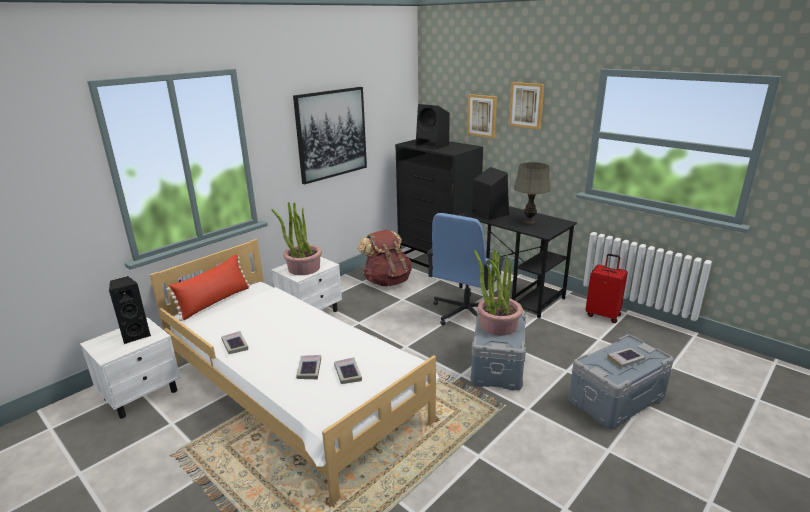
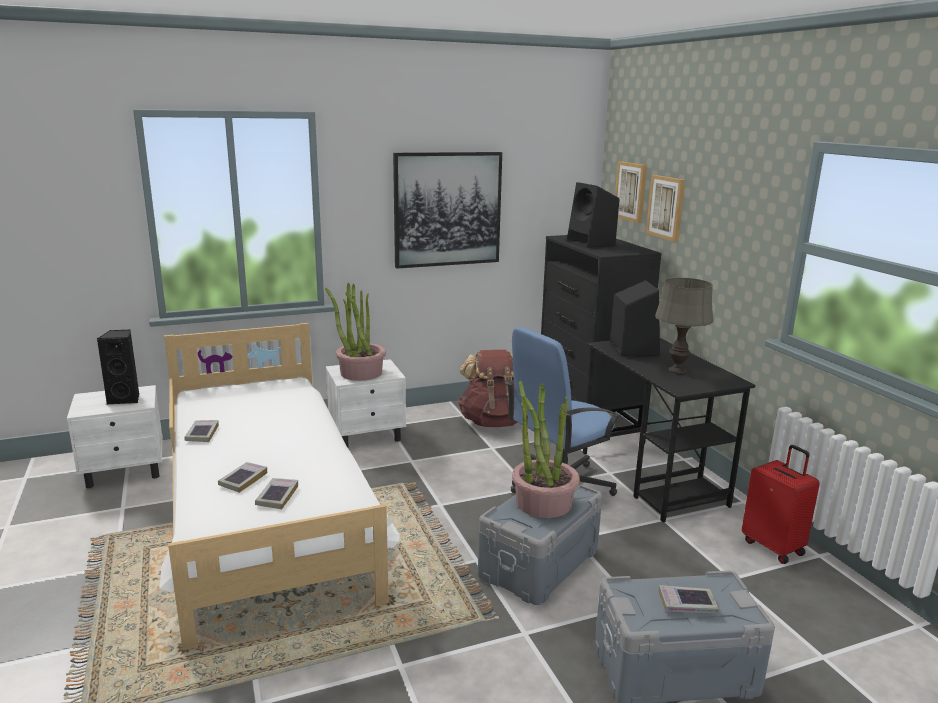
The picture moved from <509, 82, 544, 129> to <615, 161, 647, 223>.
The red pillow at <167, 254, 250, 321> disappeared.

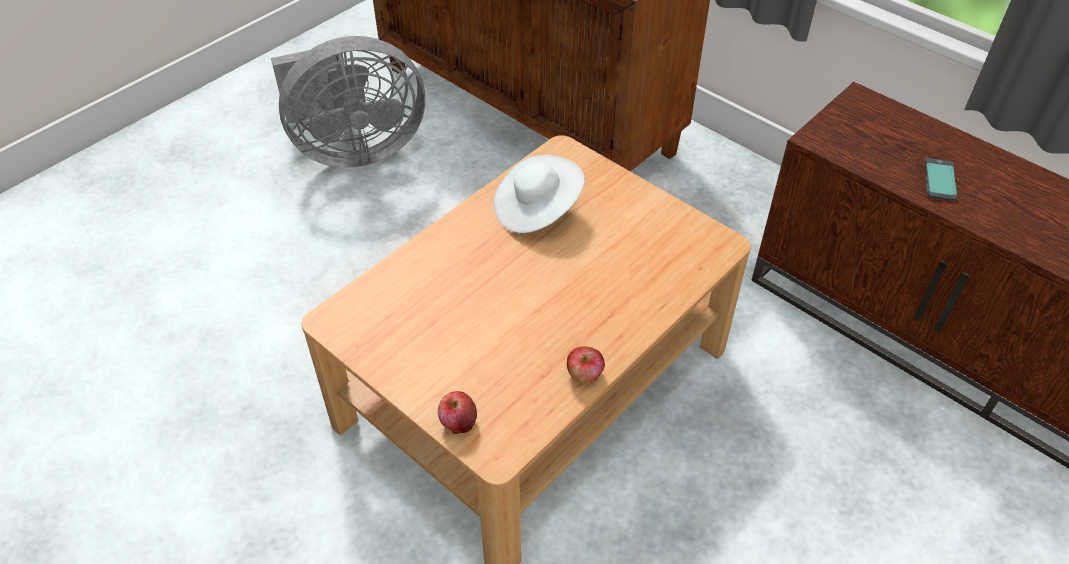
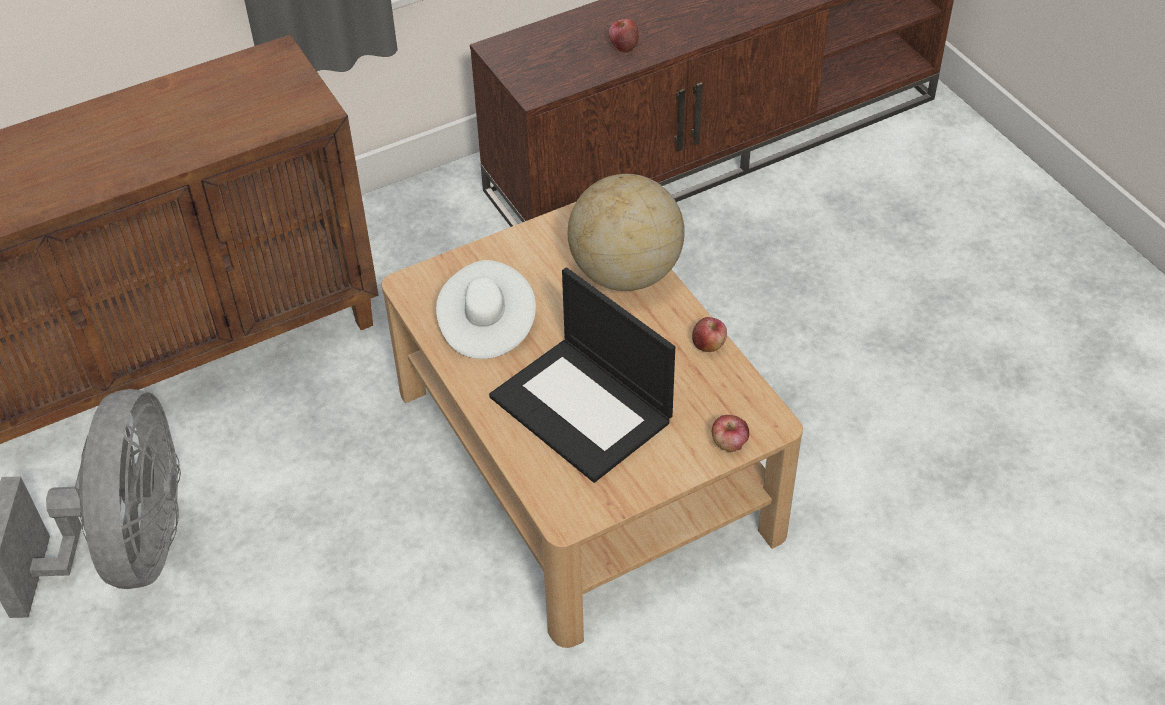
The phone at <925, 158, 958, 202> was replaced by the apple at <609, 19, 639, 53>.
The globe at <568, 174, 685, 291> appeared.
The laptop at <489, 267, 675, 483> appeared.

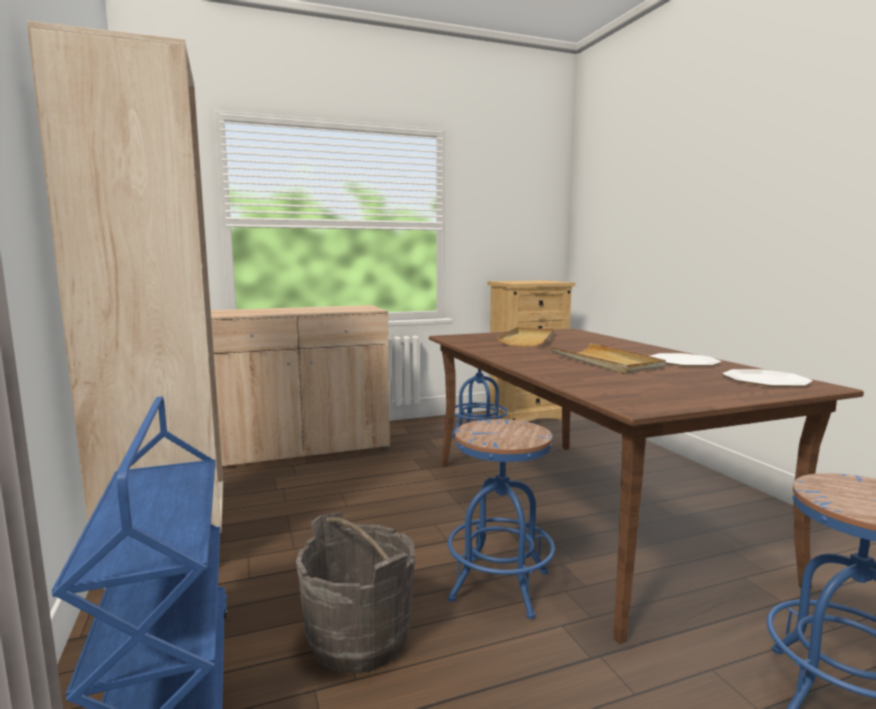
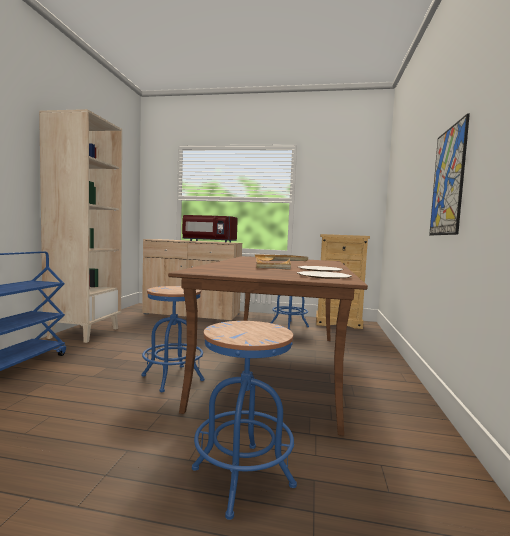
The grey bucket at <296, 512, 415, 673> disappeared.
The picture at <429, 113, 470, 235> appeared.
The red microwave at <182, 215, 238, 243> appeared.

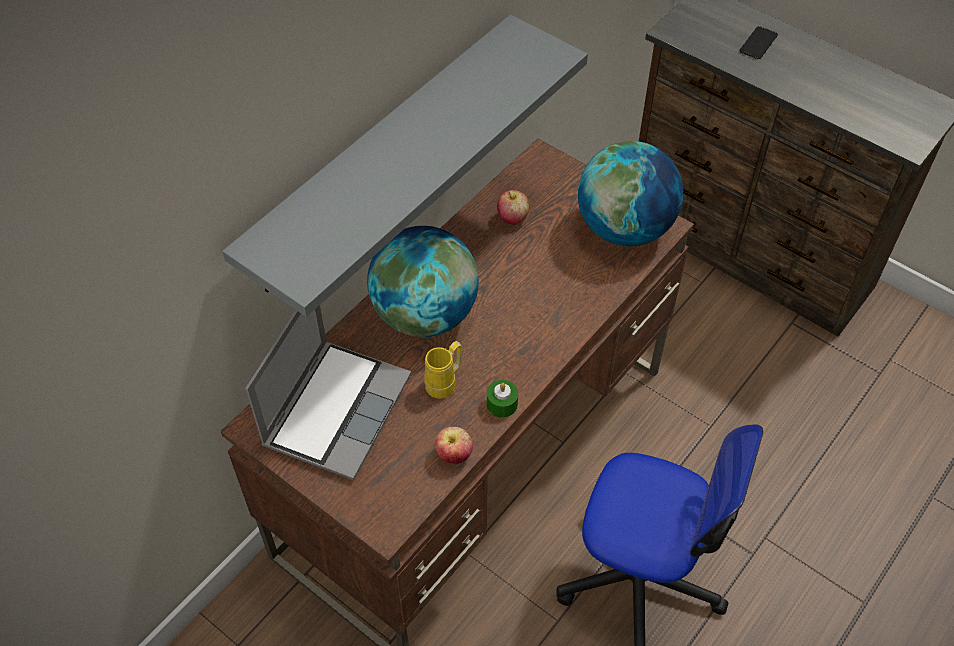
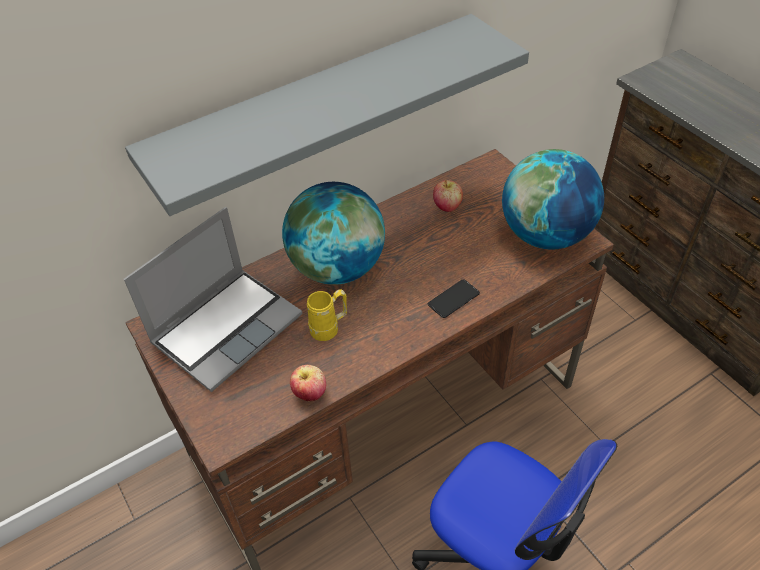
The phone moved from <739, 26, 778, 59> to <428, 280, 480, 318>.
The green candle at <487, 380, 518, 418> disappeared.

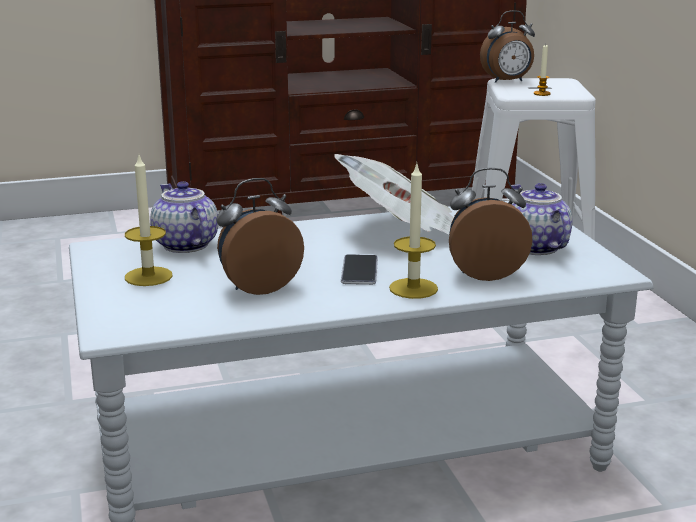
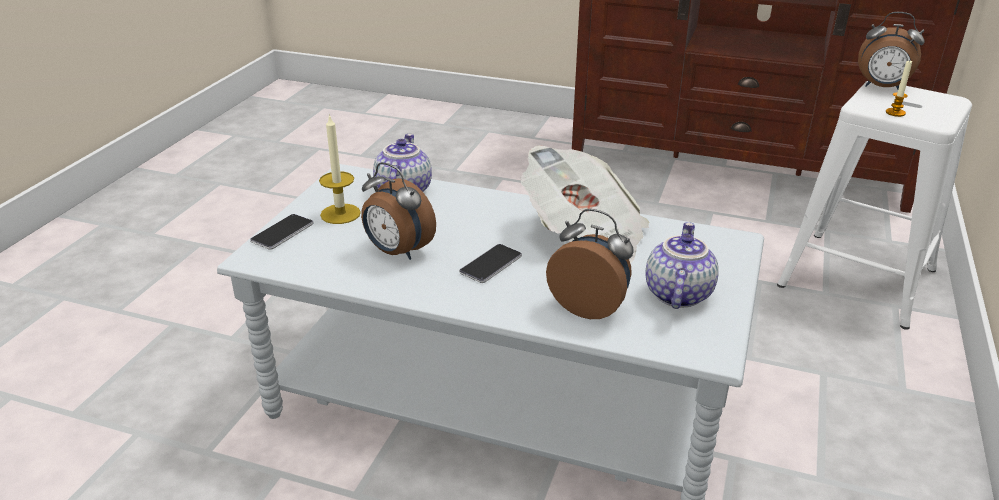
The candle at <389, 164, 438, 299> disappeared.
The alarm clock at <216, 178, 304, 295> turned 150 degrees counterclockwise.
The phone at <250, 214, 313, 250> appeared.

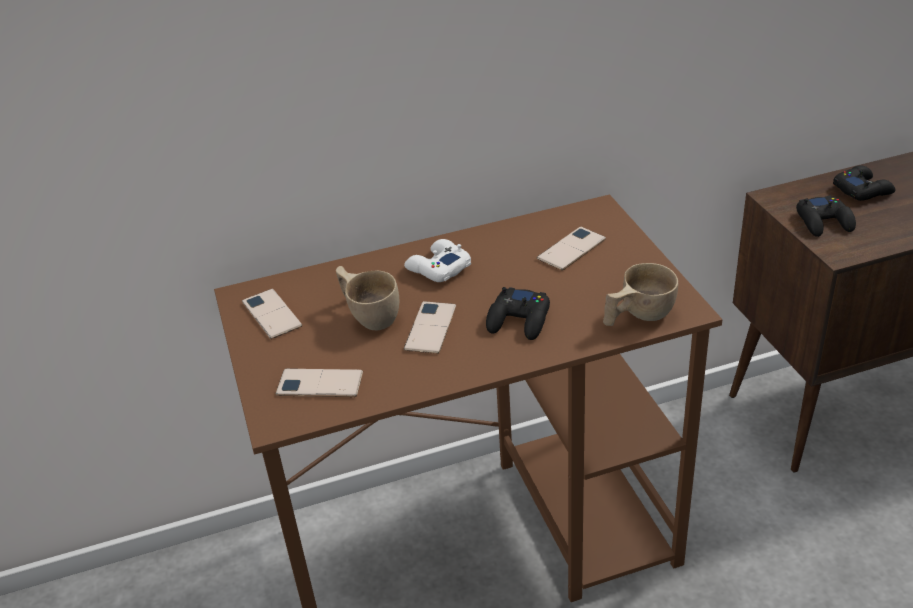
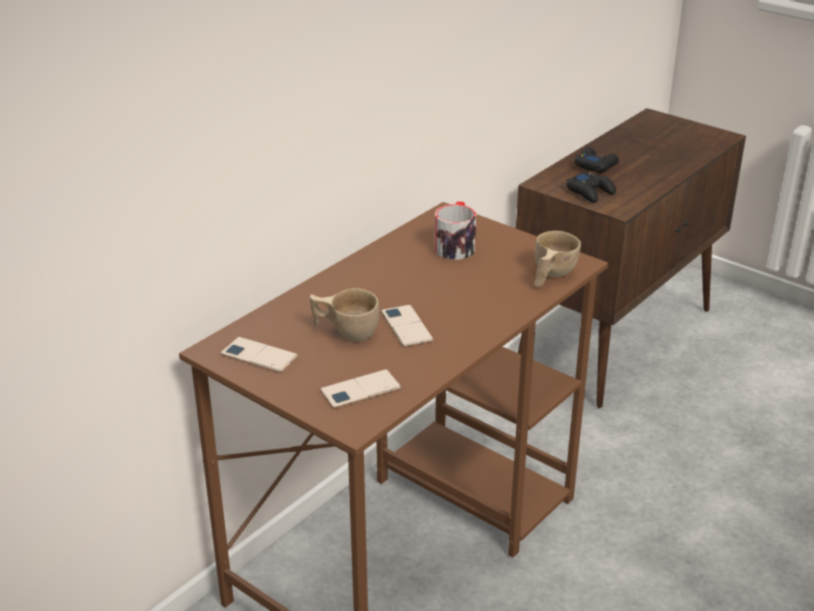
The phone at <537, 227, 606, 271> was replaced by the mug at <434, 201, 476, 260>.
The white game controller at <404, 239, 471, 282> disappeared.
The black game controller at <486, 287, 550, 340> disappeared.

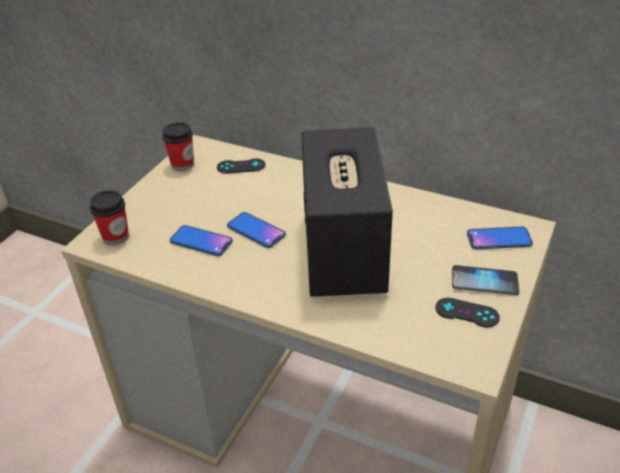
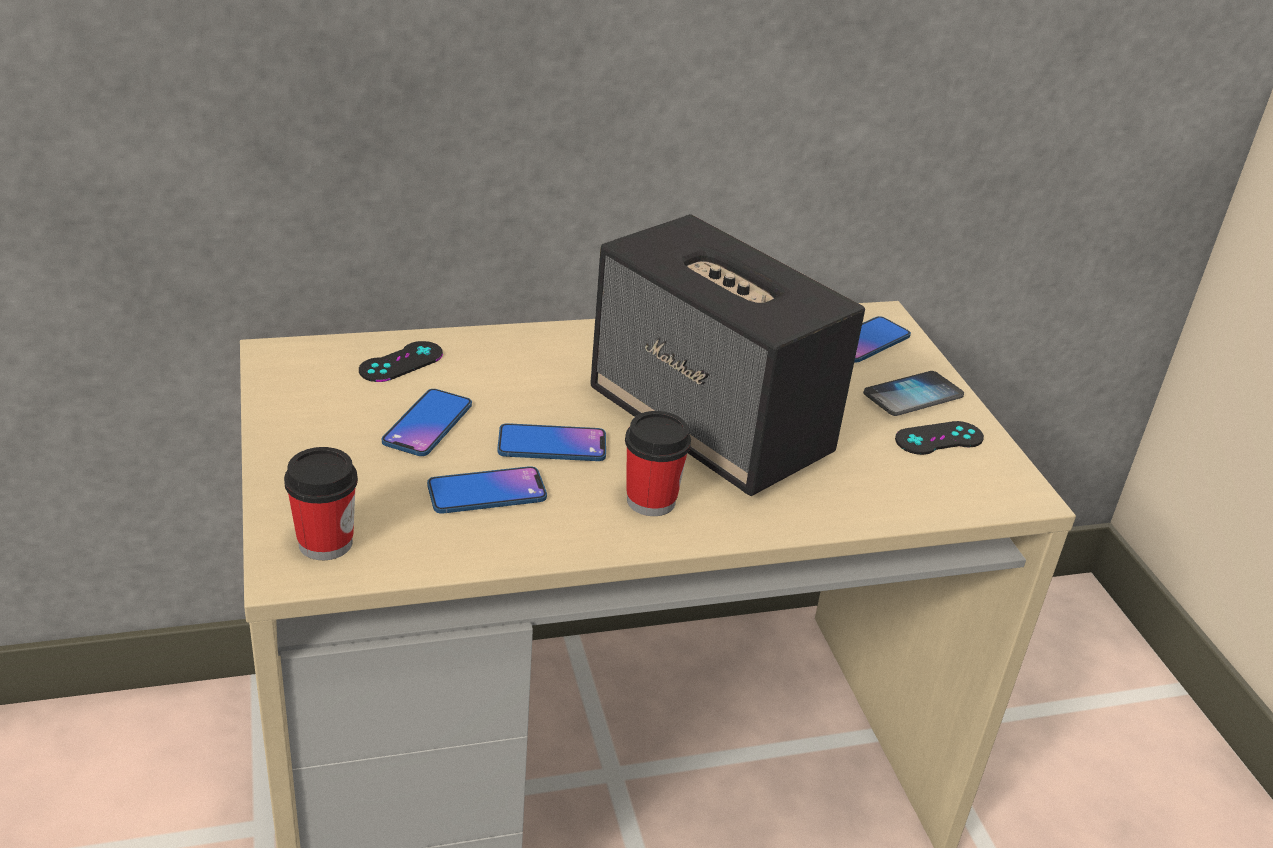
The cup moved from <162, 122, 194, 171> to <625, 411, 691, 516>.
The phone at <382, 389, 472, 456> appeared.

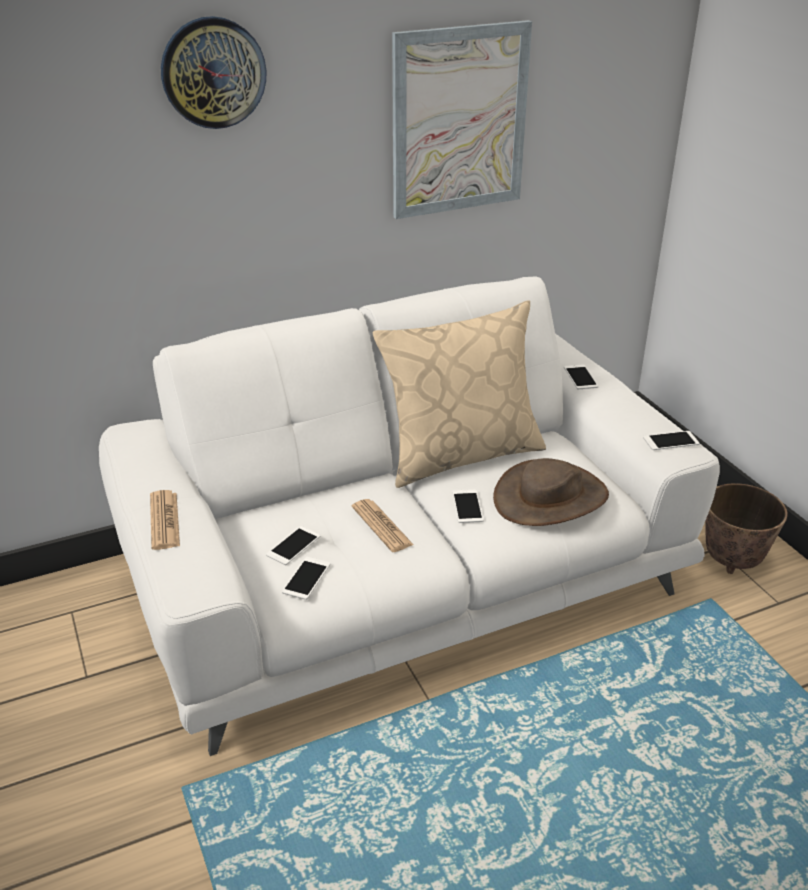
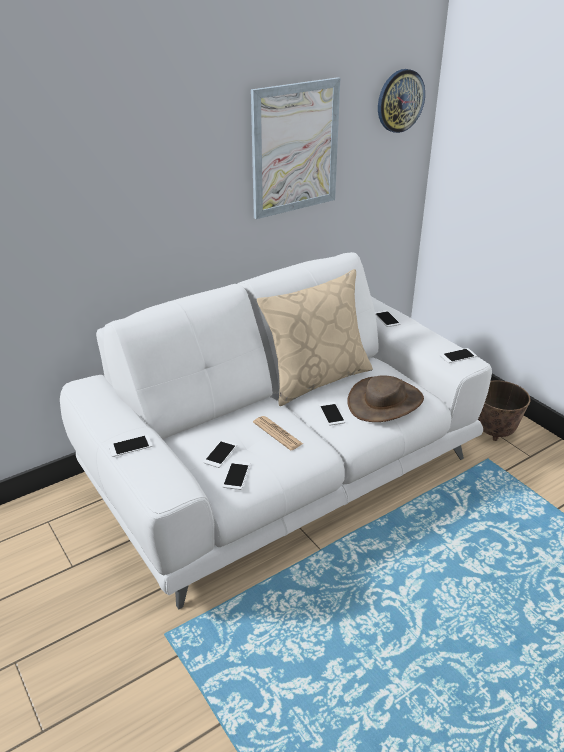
The wall clock moved from <161, 16, 266, 129> to <378, 69, 425, 133>.
The newspaper at <150, 490, 180, 550> was replaced by the phone at <108, 435, 153, 457>.

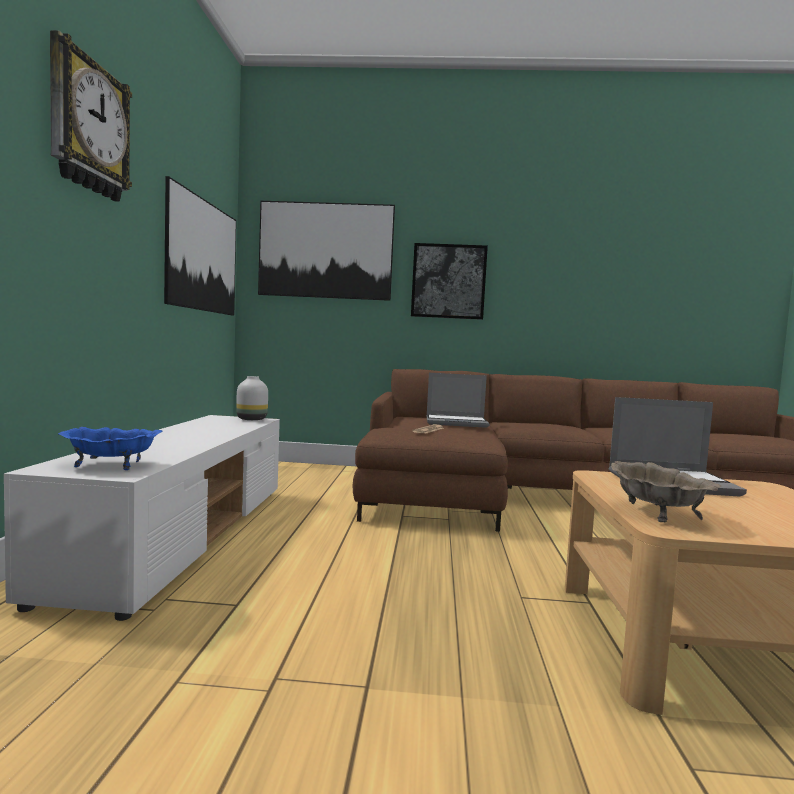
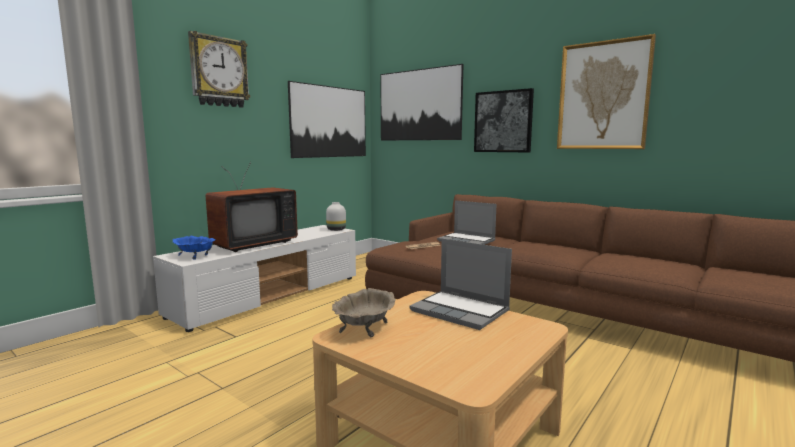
The picture at <557, 34, 656, 149> appeared.
The television at <206, 162, 298, 252> appeared.

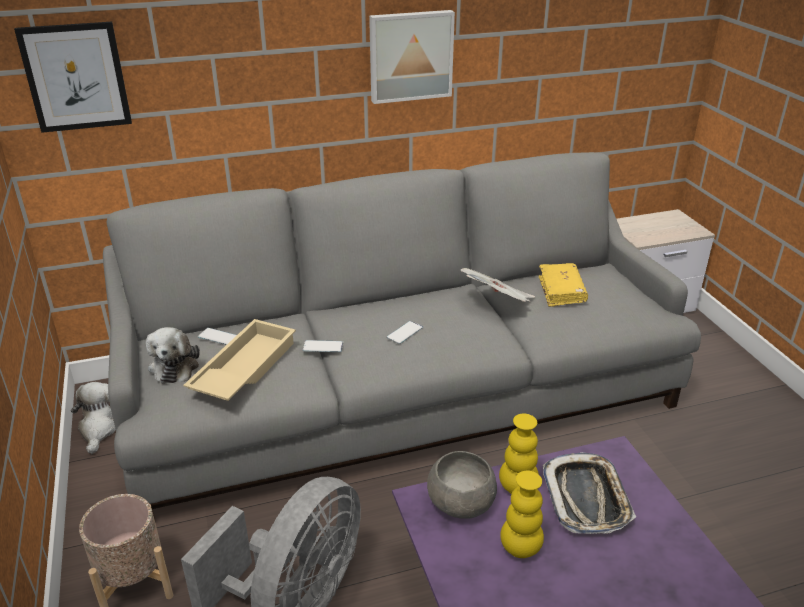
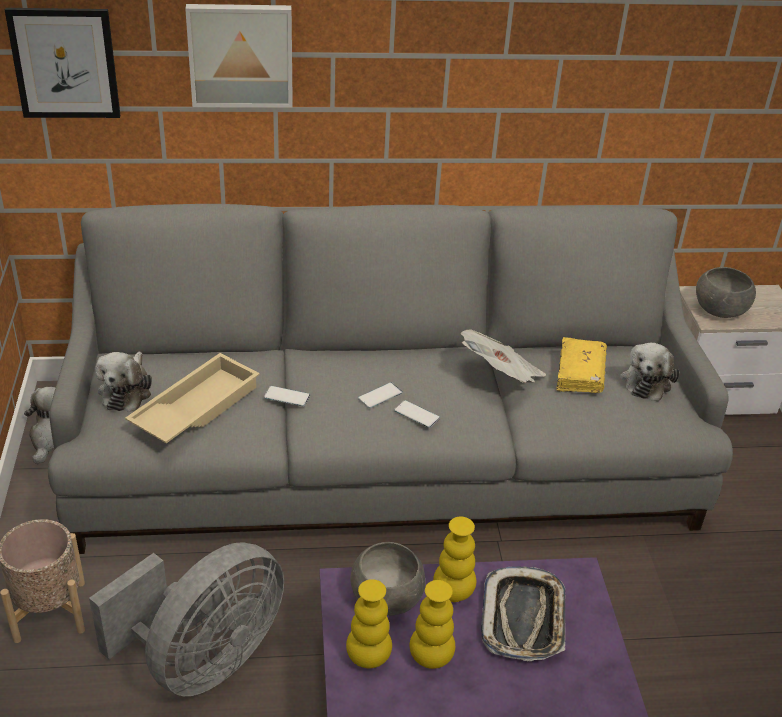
The picture moved from <369, 10, 455, 104> to <185, 4, 293, 108>.
The phone moved from <198, 328, 237, 345> to <394, 400, 440, 428>.
The grey bowl at <696, 267, 756, 318> appeared.
The plush toy at <620, 343, 680, 402> appeared.
The yellow vase at <346, 579, 392, 668> appeared.

